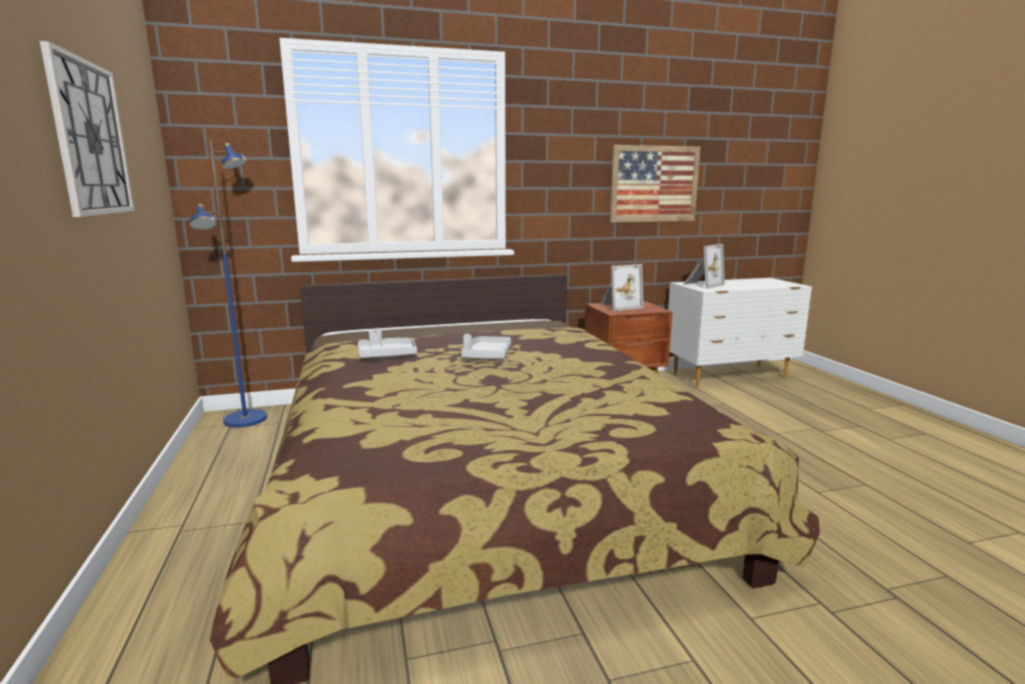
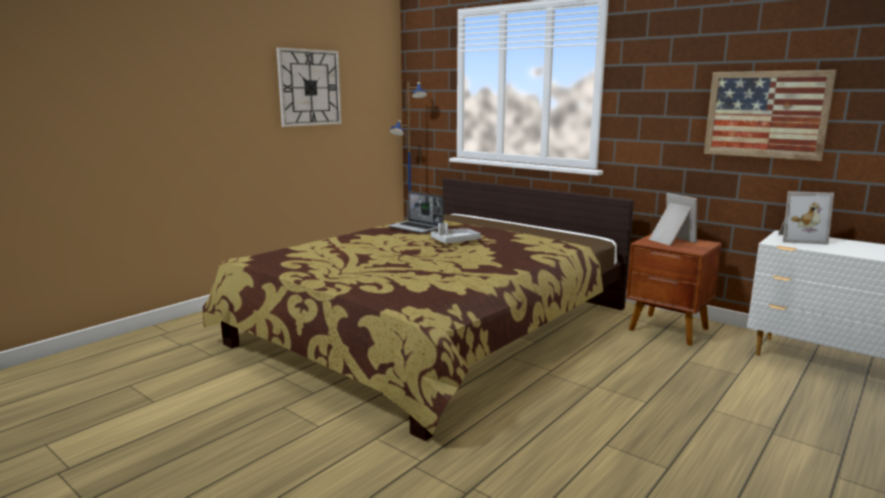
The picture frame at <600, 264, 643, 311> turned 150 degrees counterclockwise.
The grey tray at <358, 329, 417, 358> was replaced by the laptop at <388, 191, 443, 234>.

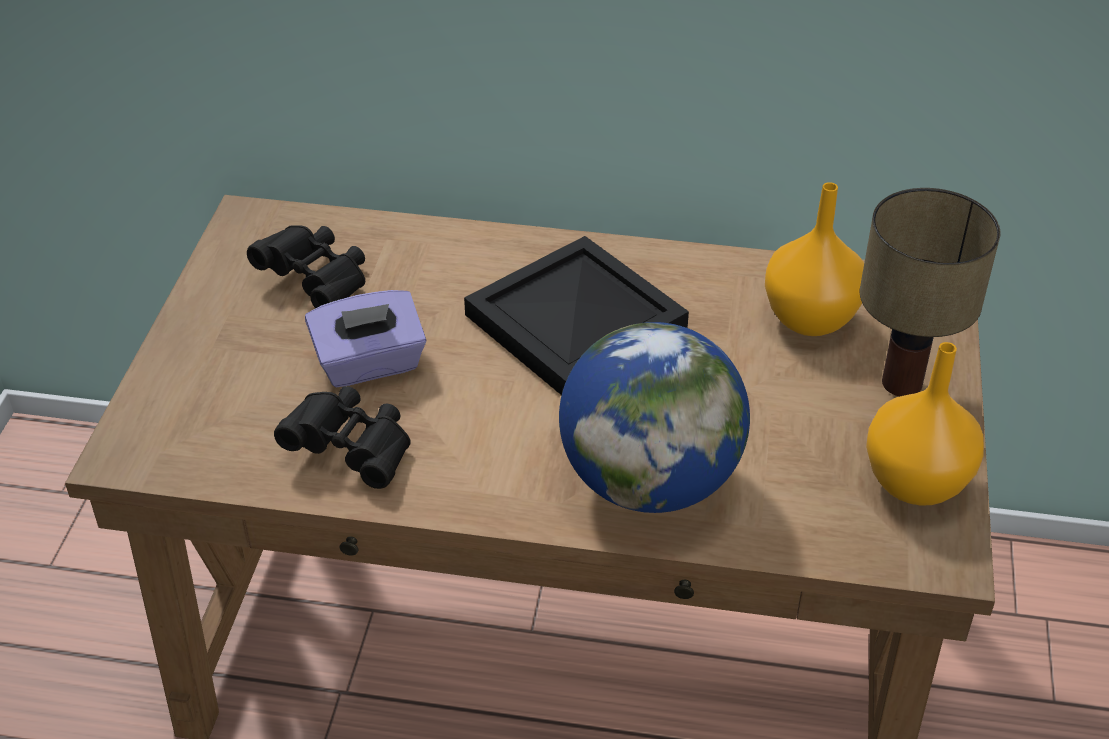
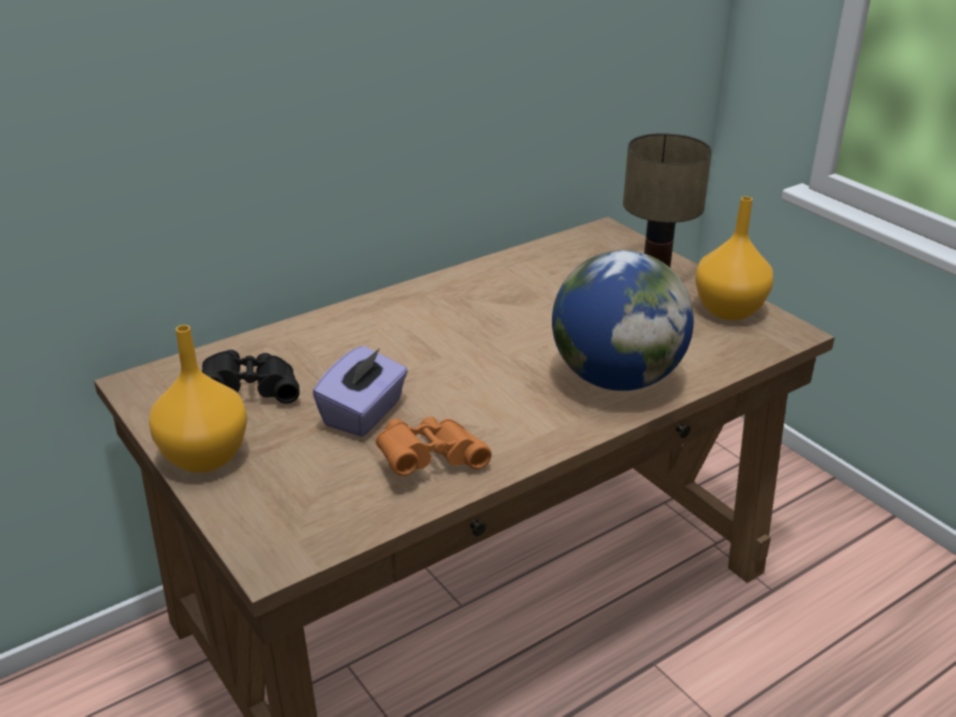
The orange vase moved from <765, 182, 864, 336> to <149, 325, 247, 473>.
The black tray at <464, 236, 689, 395> disappeared.
The black binoculars at <274, 386, 411, 489> became the orange binoculars at <376, 417, 492, 476>.

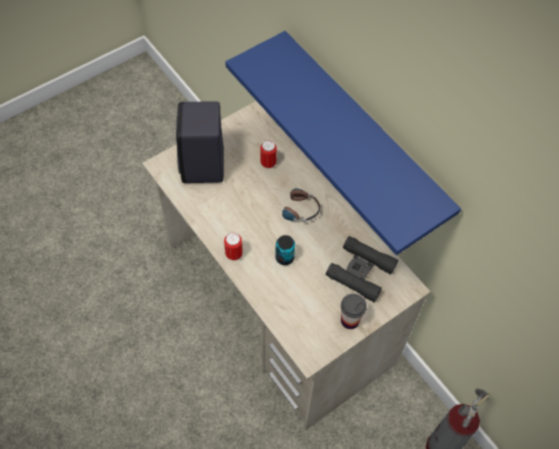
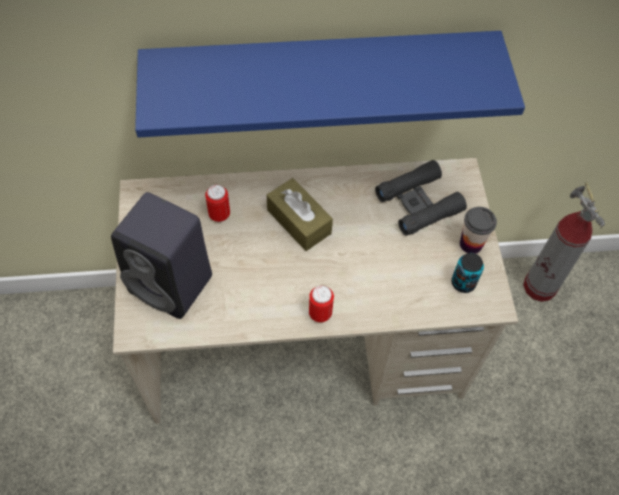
The headphones at <277, 188, 320, 222> was replaced by the brown tissue box at <267, 178, 333, 251>.
The can moved from <275, 235, 295, 265> to <451, 253, 484, 293>.

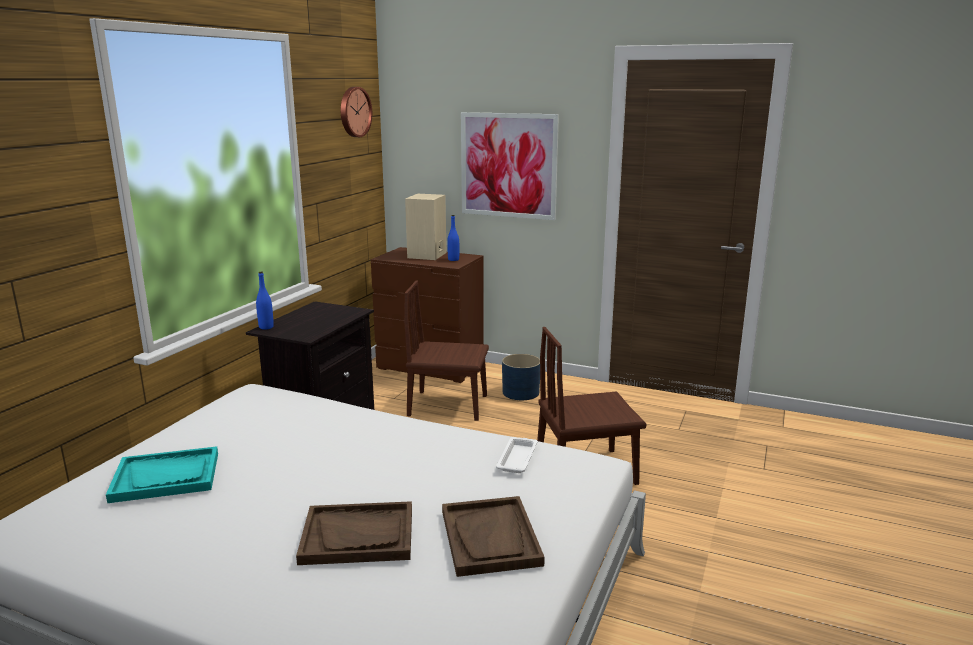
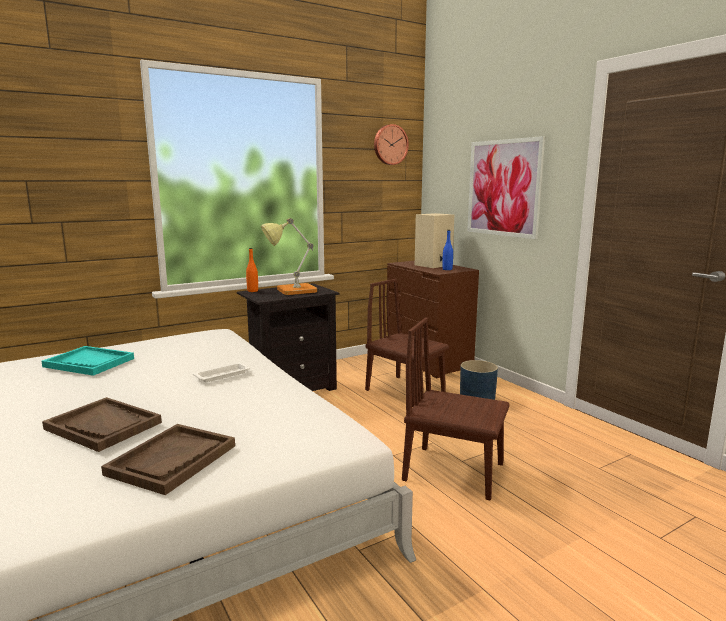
The blue bottle at <256, 271, 274, 329> became the orange bottle at <246, 248, 258, 292>.
The white tray moved from <496, 437, 538, 473> to <193, 363, 250, 382>.
The table lamp at <261, 218, 317, 295> appeared.

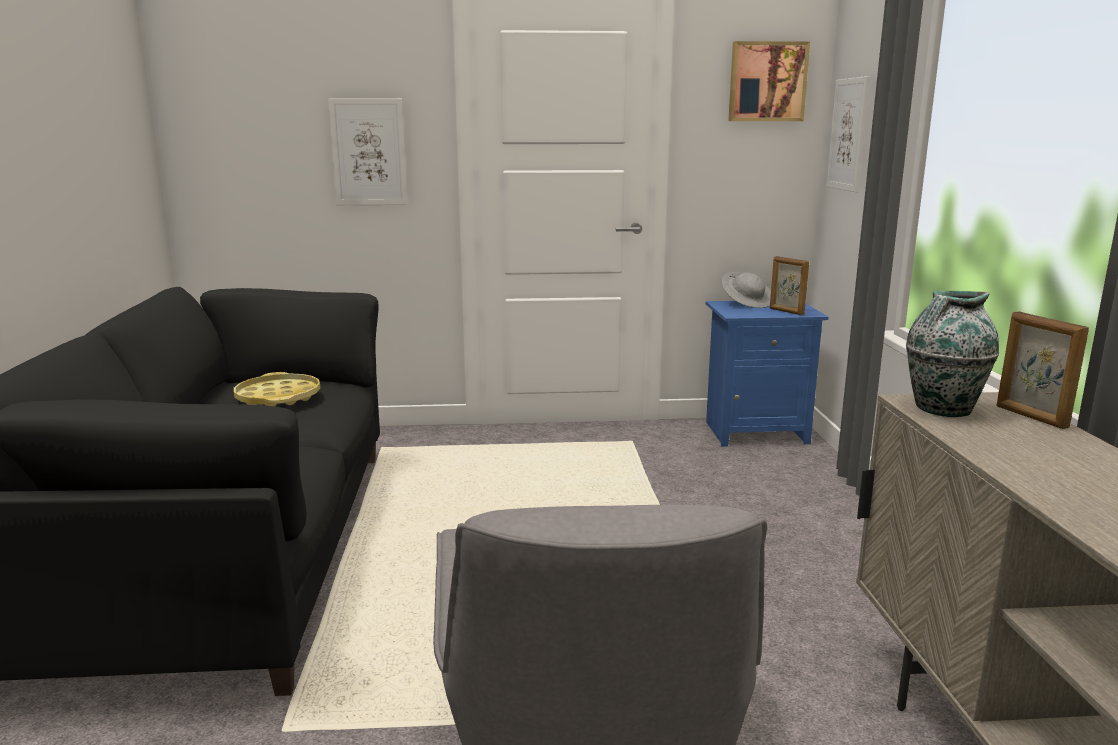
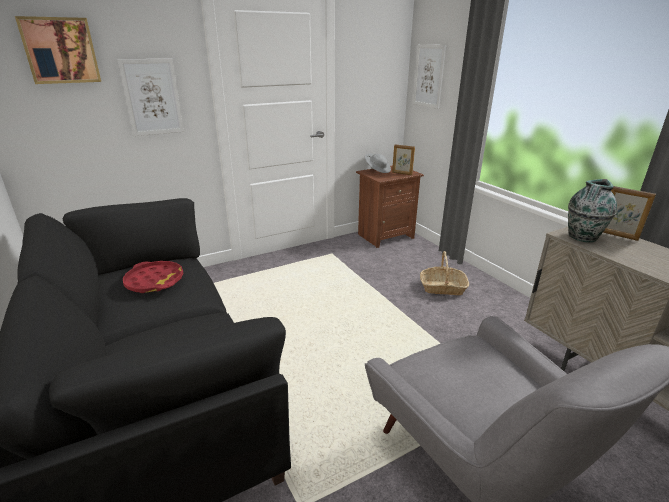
The picture moved from <728, 41, 810, 121> to <15, 16, 101, 84>.
The blue nightstand at <706, 301, 828, 447> became the brown nightstand at <356, 166, 424, 248>.
The yellow tray at <234, 372, 320, 406> became the red tray at <123, 261, 183, 293>.
The basket at <420, 251, 469, 295> appeared.

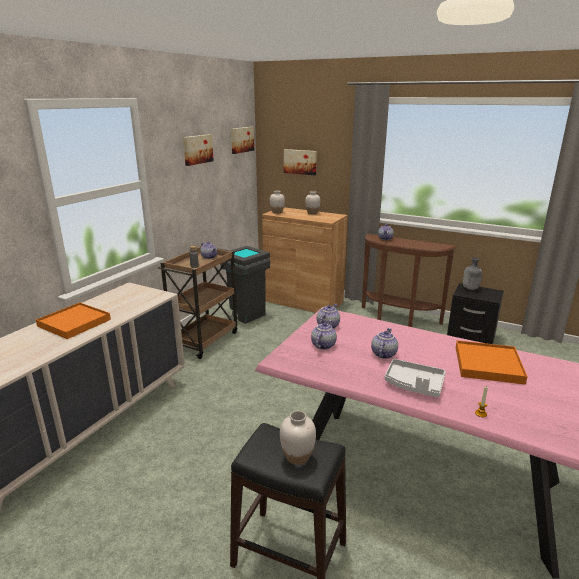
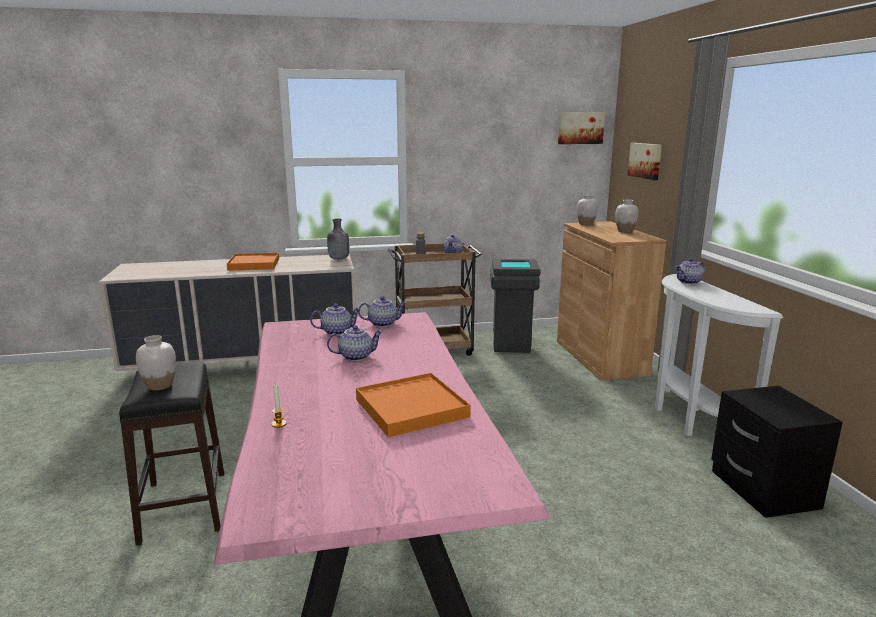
The picture at <183, 134, 214, 166> disappeared.
The brown console table at <362, 234, 456, 327> became the white console table at <655, 274, 783, 436>.
The grey bottle moved from <463, 257, 482, 290> to <327, 219, 349, 260>.
The white tray at <385, 359, 446, 397> disappeared.

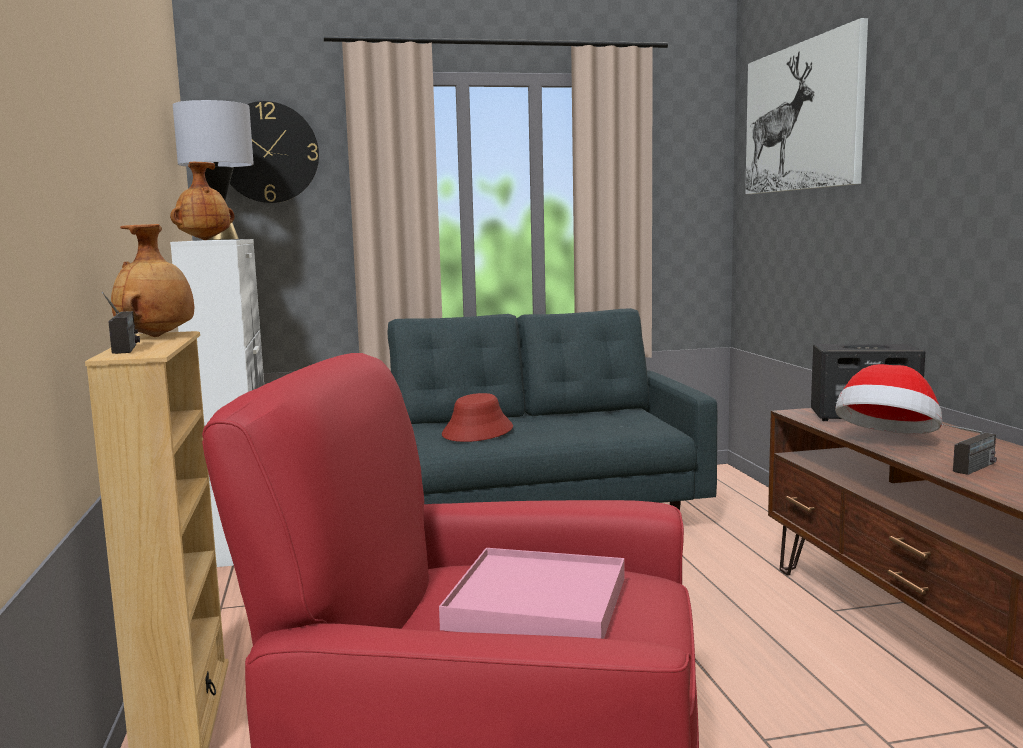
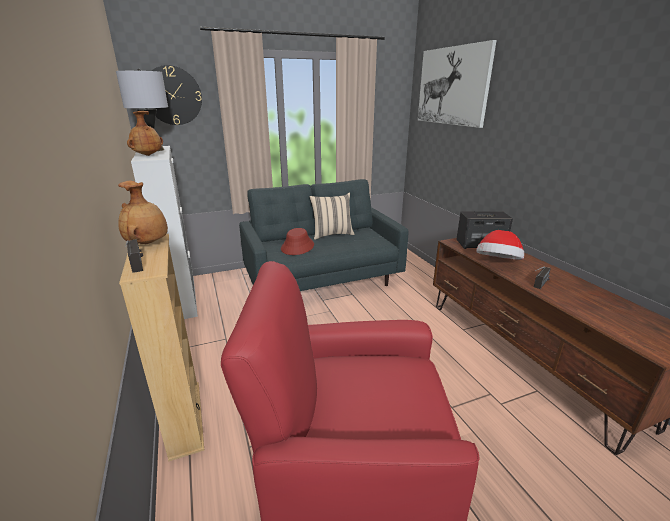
The pink tray at <439, 548, 625, 639> disappeared.
The beige pillow at <309, 193, 355, 240> appeared.

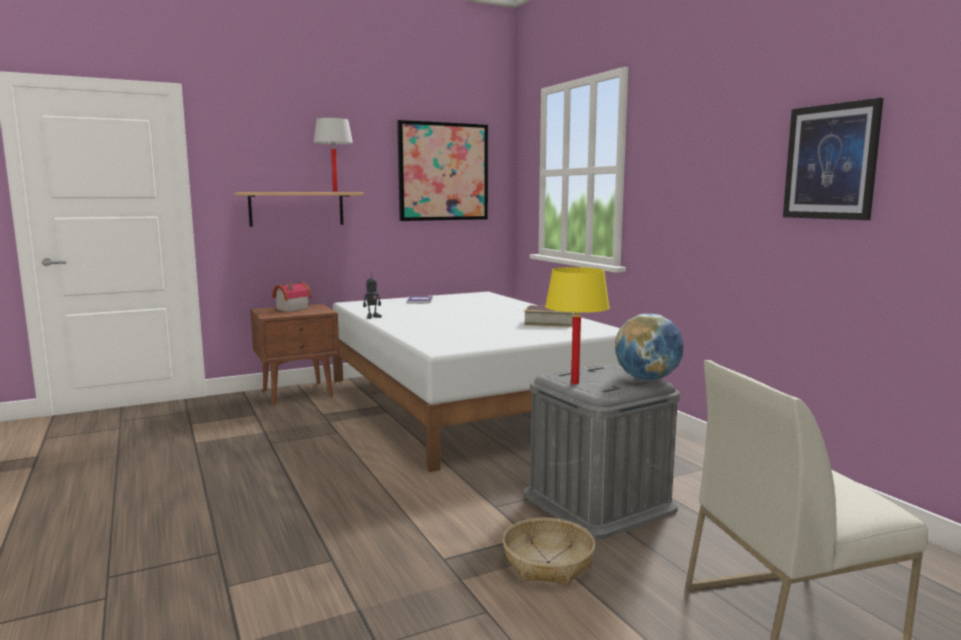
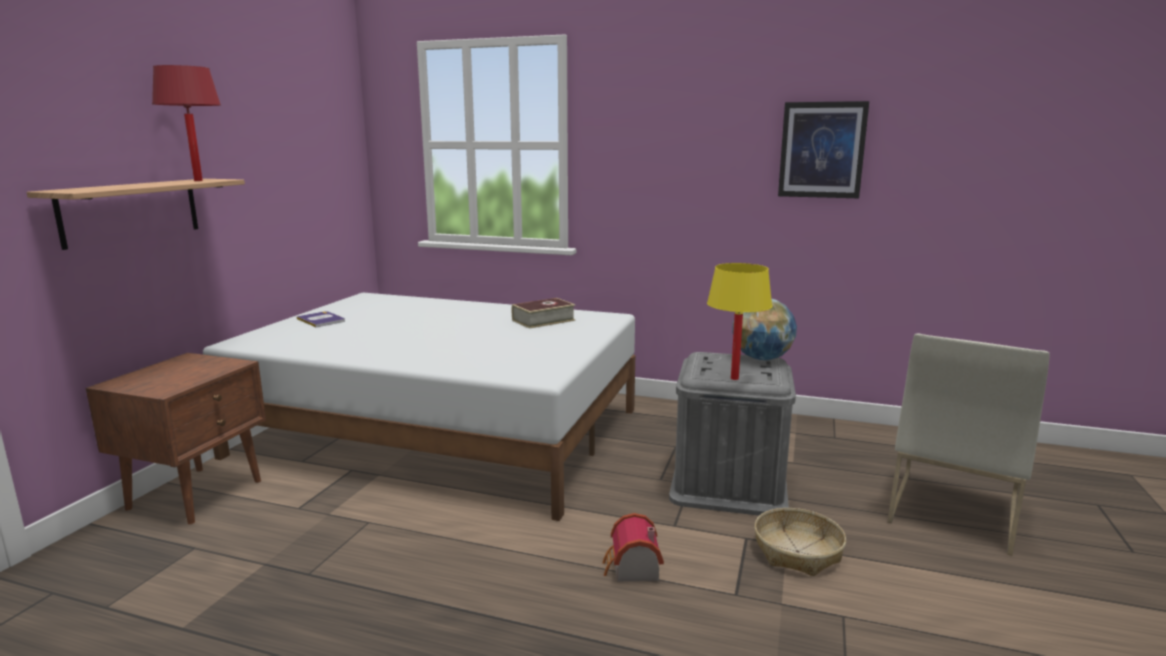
The white table lamp at <313, 118, 353, 192> became the red table lamp at <152, 65, 221, 181>.
The picture at <397, 120, 488, 221> disappeared.
The toy robot at <363, 272, 382, 319> disappeared.
The toy house moved from <272, 282, 311, 312> to <602, 513, 664, 582>.

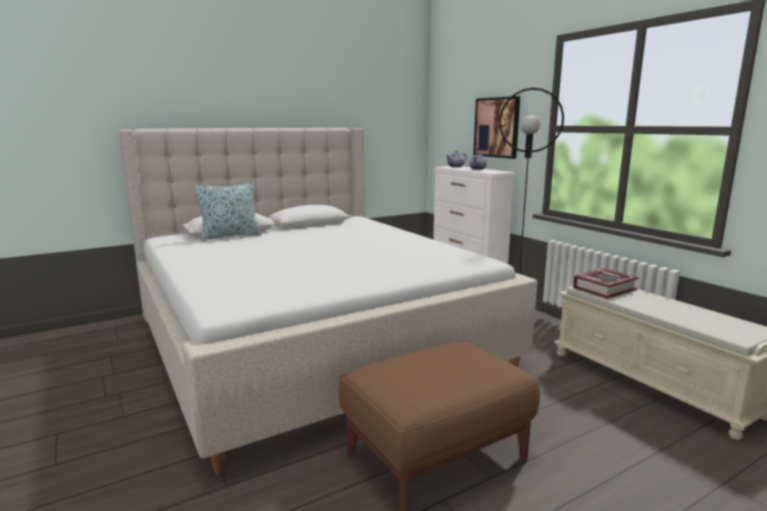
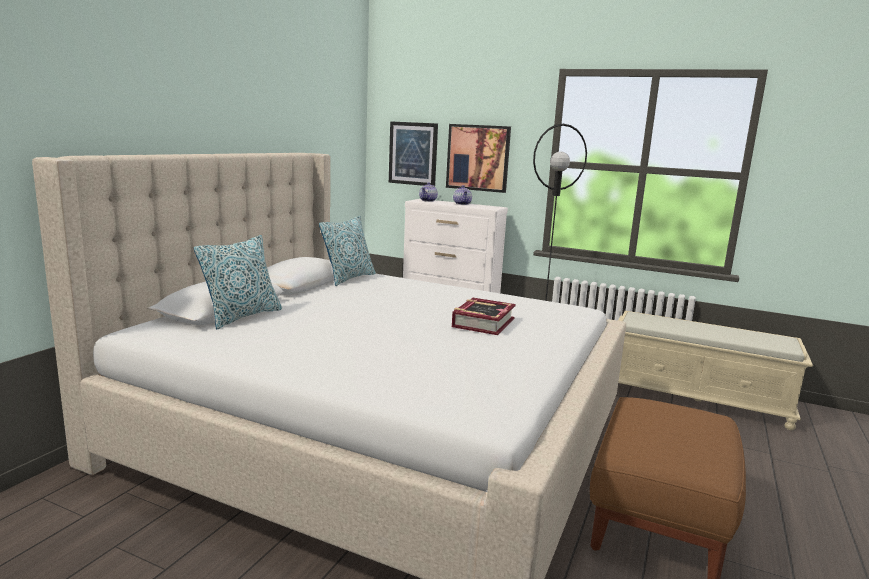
The book moved from <573, 268, 639, 299> to <452, 298, 516, 335>.
The picture at <389, 121, 438, 186> appeared.
The pillow at <319, 216, 376, 286> appeared.

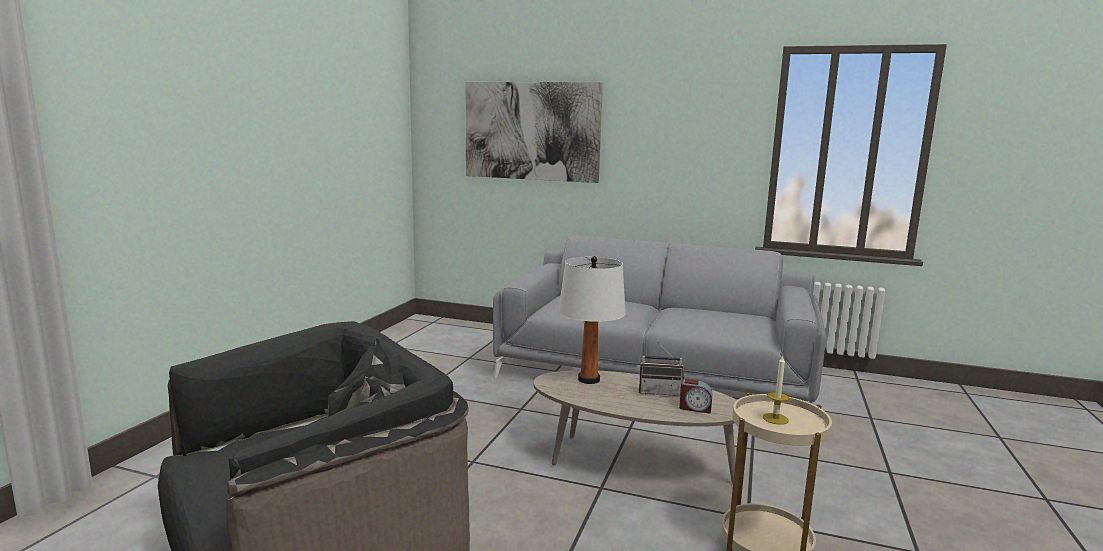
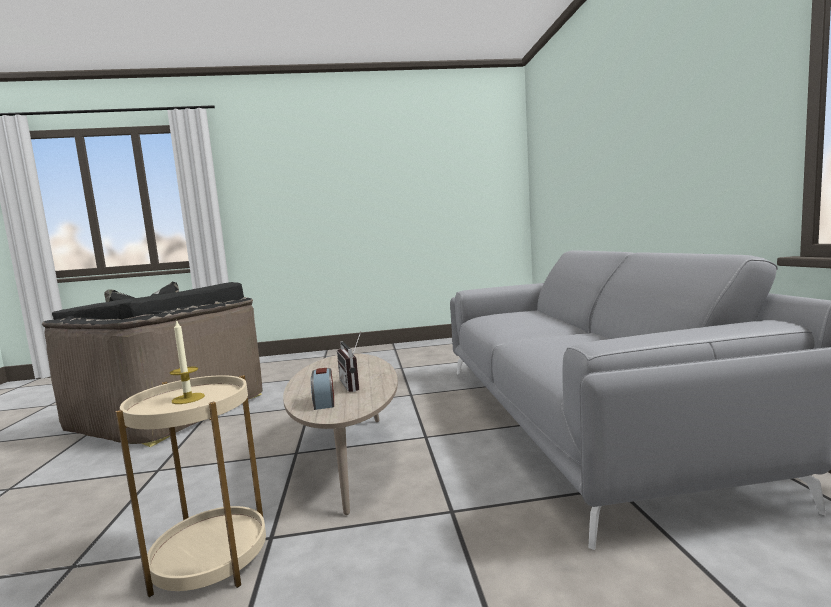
The picture at <466, 82, 603, 183> disappeared.
The white table lamp at <558, 256, 626, 384> disappeared.

